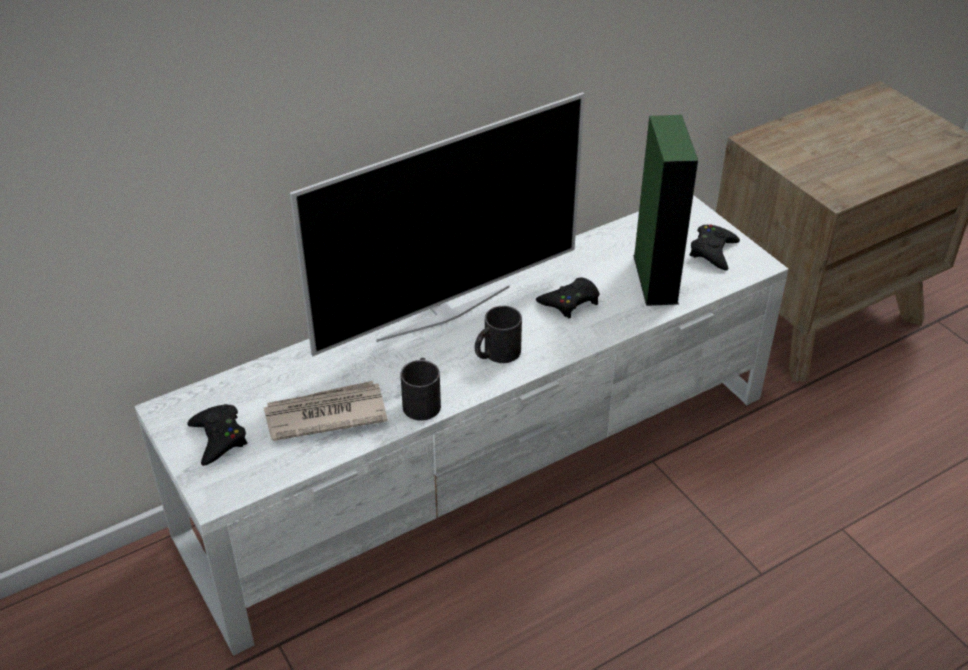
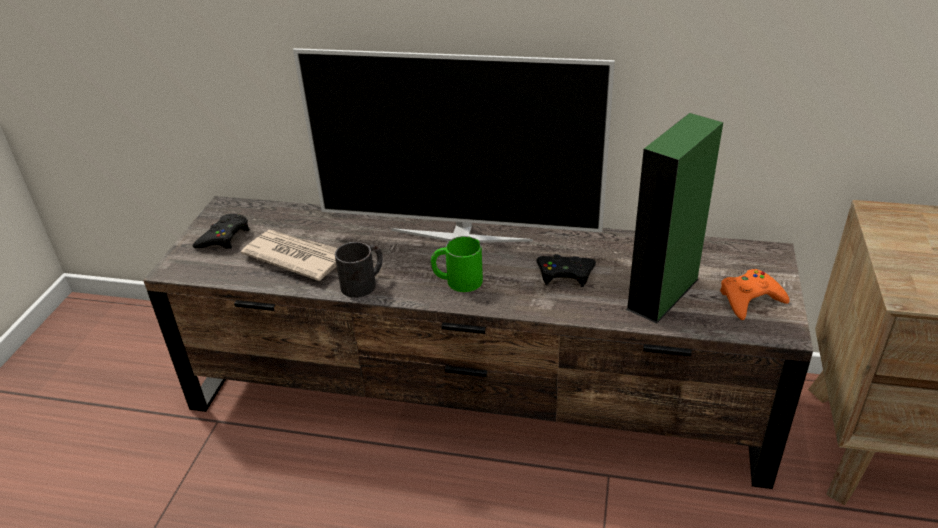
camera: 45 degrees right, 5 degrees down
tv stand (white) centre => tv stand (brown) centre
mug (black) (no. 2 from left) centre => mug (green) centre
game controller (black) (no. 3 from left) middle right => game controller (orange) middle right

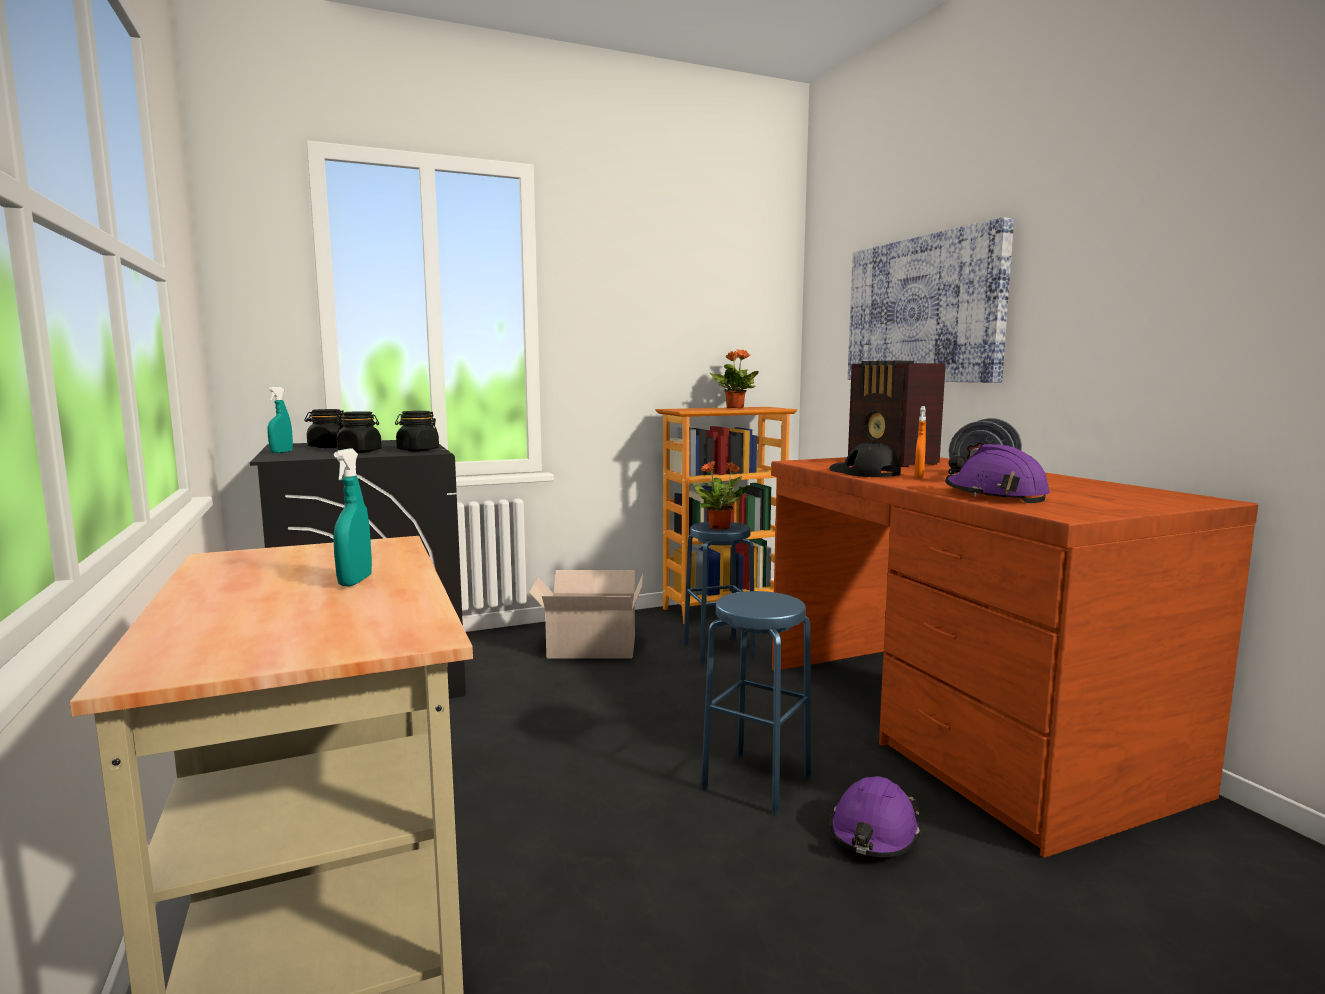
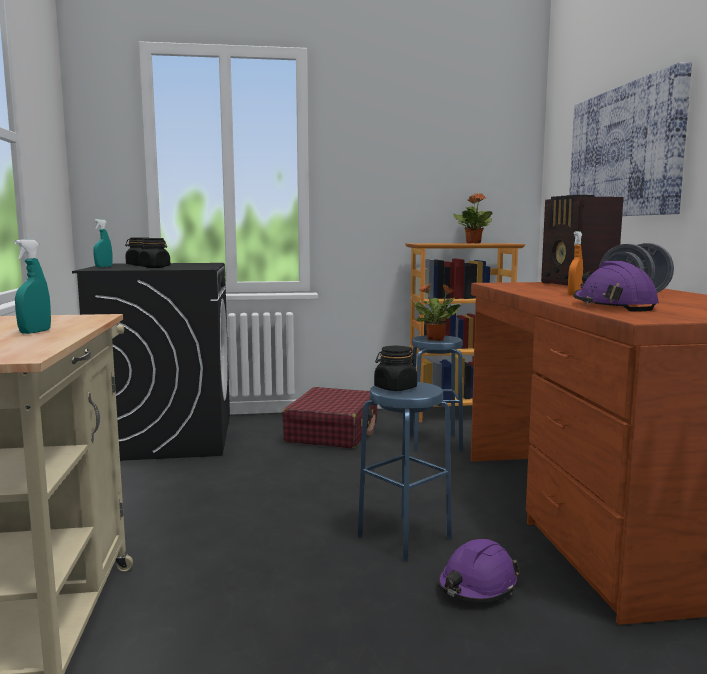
camera: 15 degrees right, 0 degrees up
jar (black) (no. 3 from left) middle left => jar (black) (no. 3 from left) centre, relocated
cardboard box centre => suitcase (red) centre
cap (black) centre => nothing

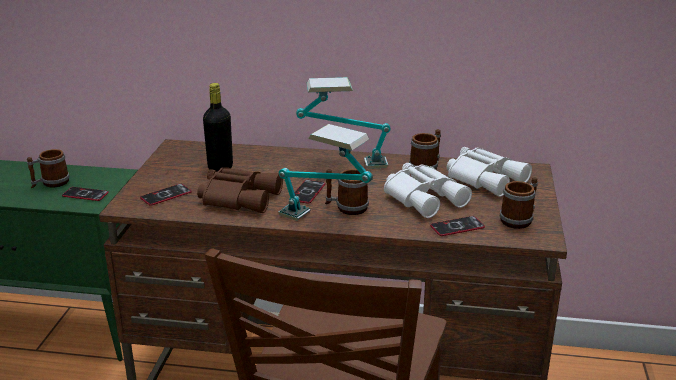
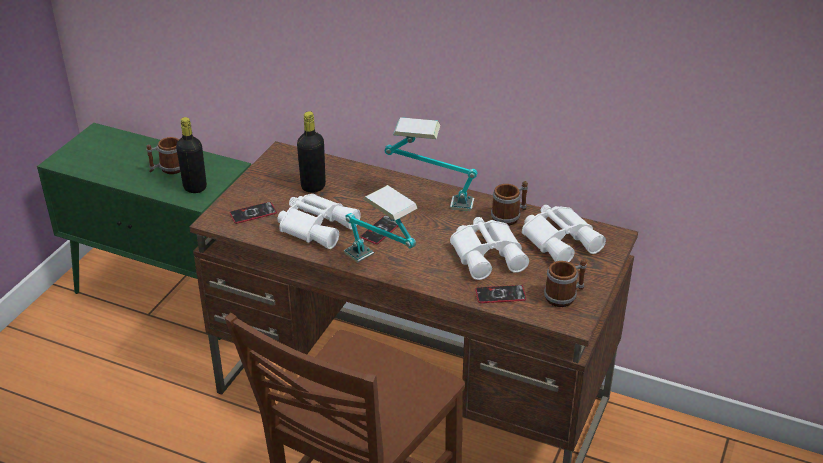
camera: 15 degrees right, 10 degrees up
phone (no. 1 from left) middle left => bottle (black) (no. 1 from left) middle left
binoculars (brown) centre => binoculars (white) (no. 1 from left) centre
mug (no. 2 from left) centre => nothing

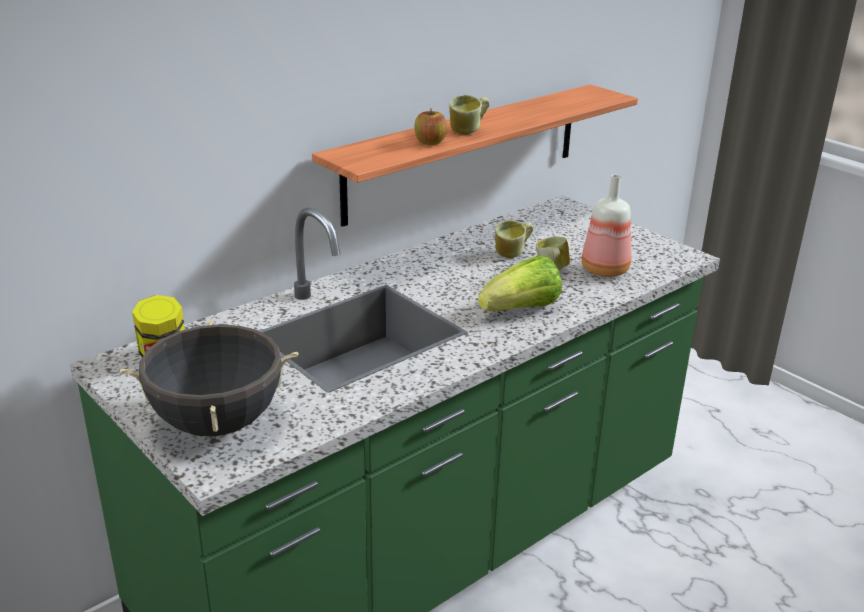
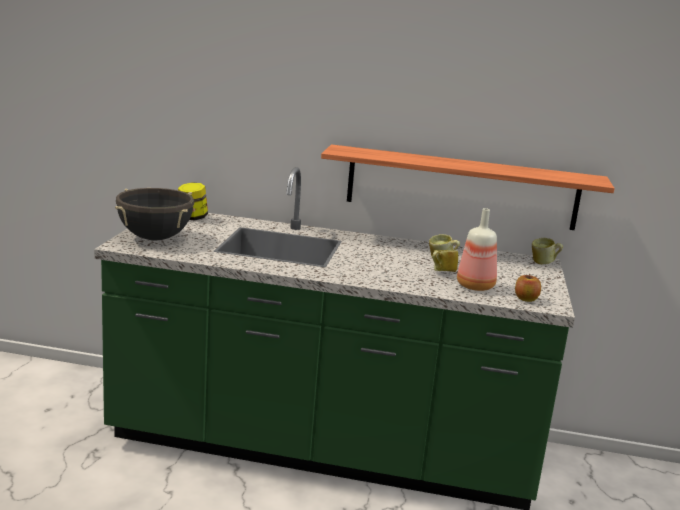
camera: 50 degrees right, 10 degrees down
apple top centre => apple middle right, relocated
mug (no. 1 from left in the first image) top centre => mug (no. 3 from left) middle right, relocated
lettuce centre => nothing

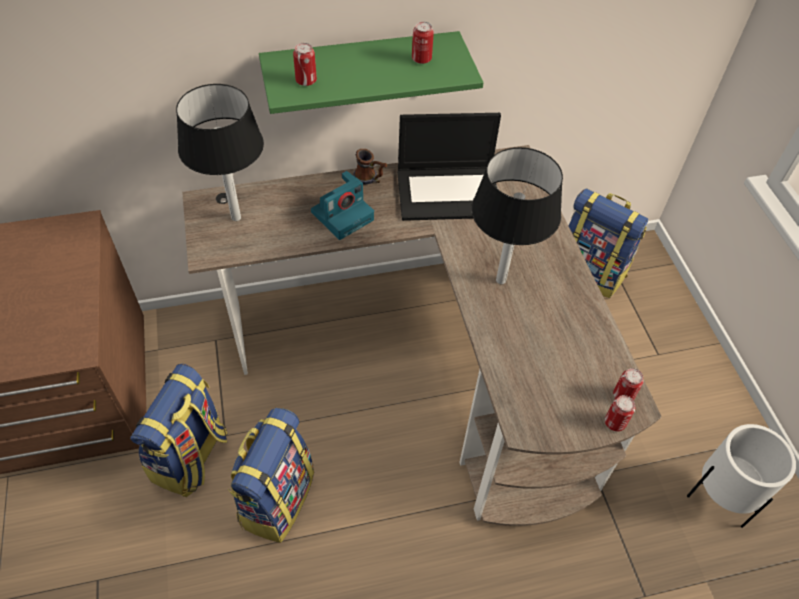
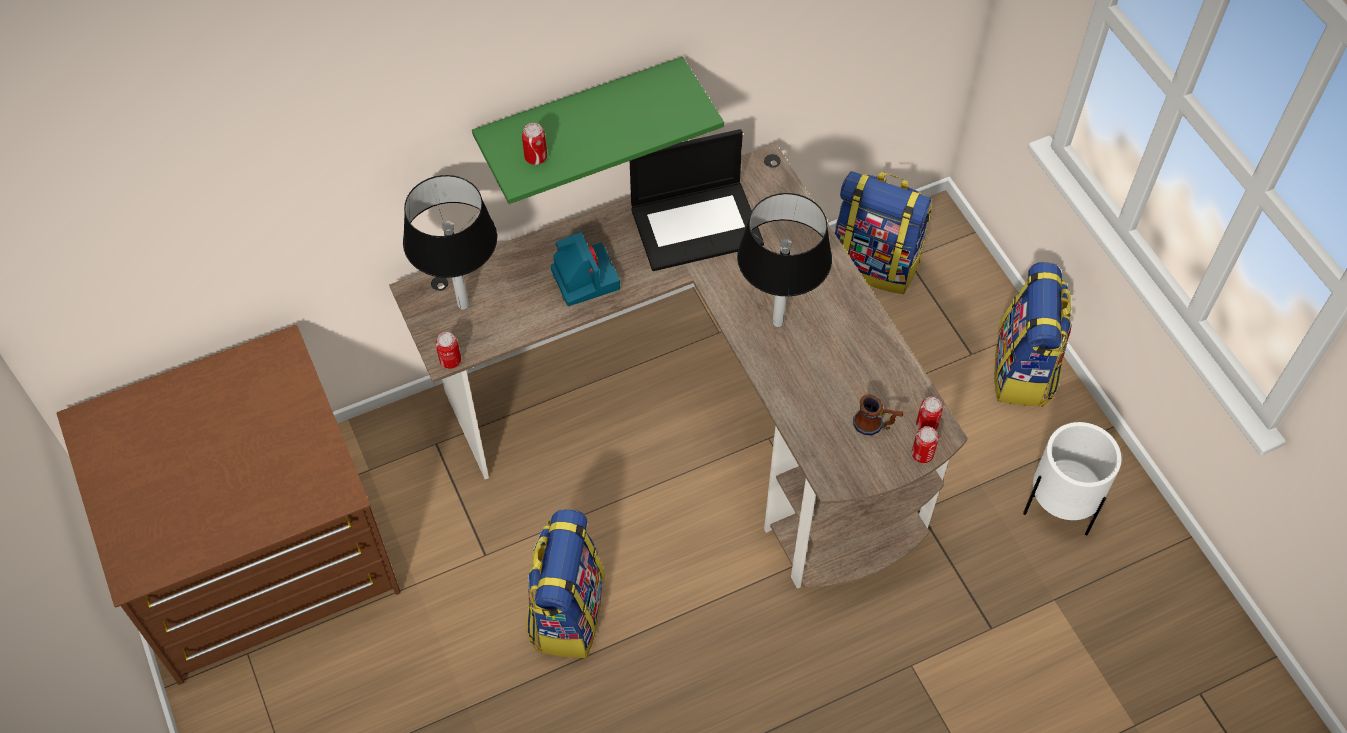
camera: 10 degrees left, 5 degrees up
backpack (no. 1 from left in the first image) bottom left => backpack (no. 3 from left) middle right, relocated
photo camera centre, 60 degrees counterclockwise
mug top centre => mug centre, relocated
can (no. 2 from left in the first image) top centre => can (no. 1 from left) middle left, relocated

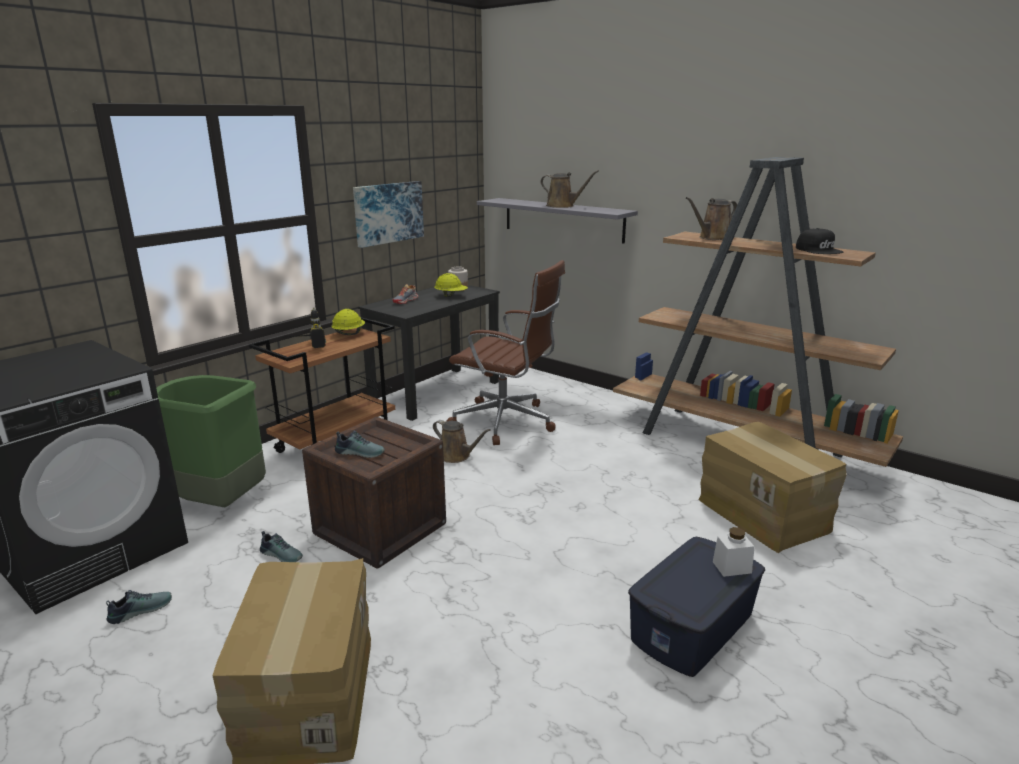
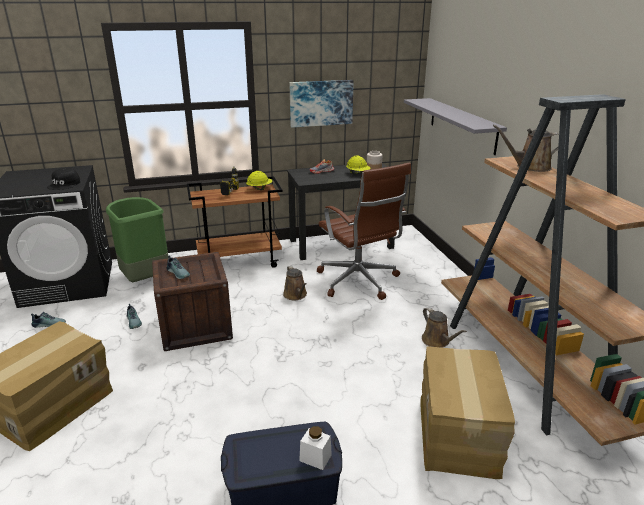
camera: 35 degrees right, 5 degrees up
watering can (brown) (no. 2 from left) top centre => watering can (brown) (no. 2 from left) middle right, relocated
cap (black) top right => cap (black) middle left, relocated

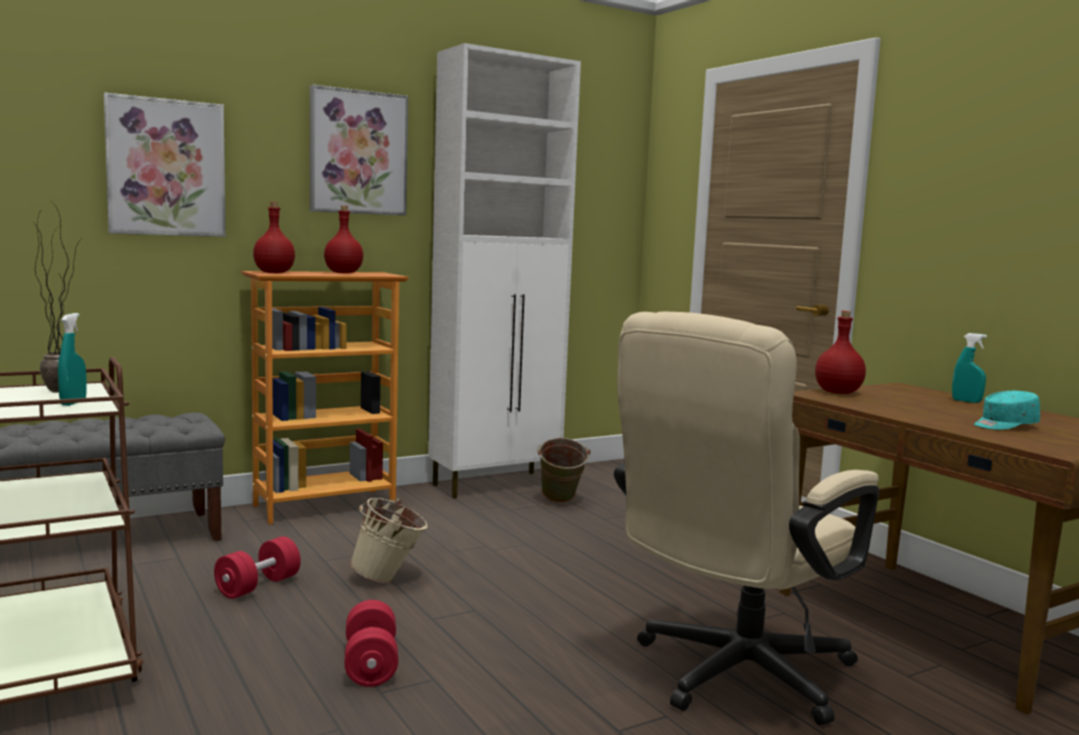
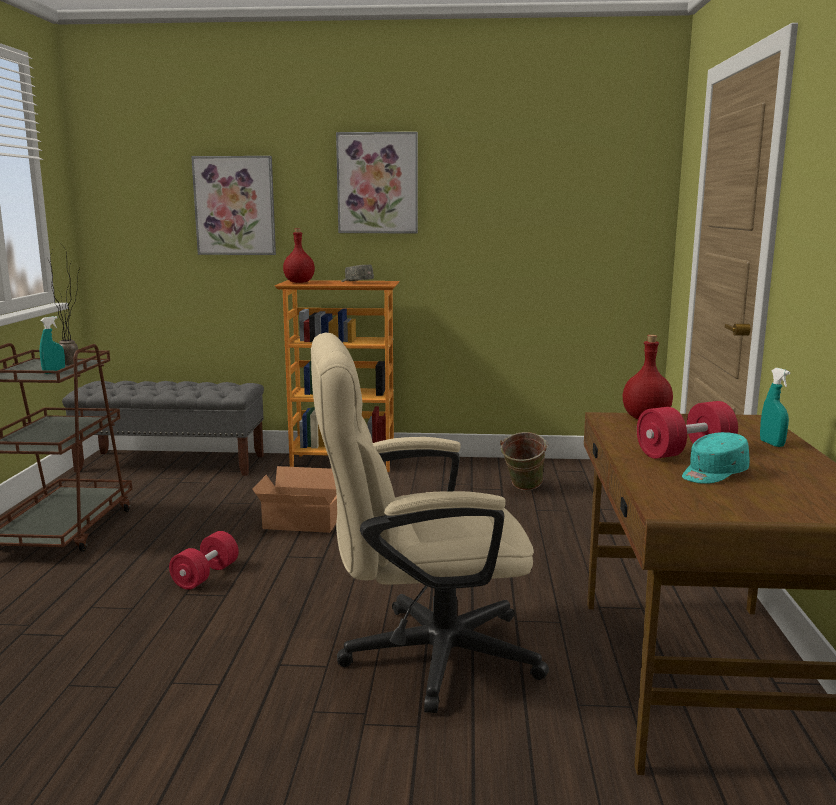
camera: 35 degrees right, 5 degrees up
dumbbell (red) (no. 1 from left in the first image) bottom left => dumbbell (red) (no. 2 from left) middle right, relocated
bottle (red) (no. 2 from left) top left => cap (grey) centre
bucket (beige) bottom centre => cardboard box centre
cabinet (white) centre => nothing
cap (turquoise) middle right, 45 degrees counterclockwise

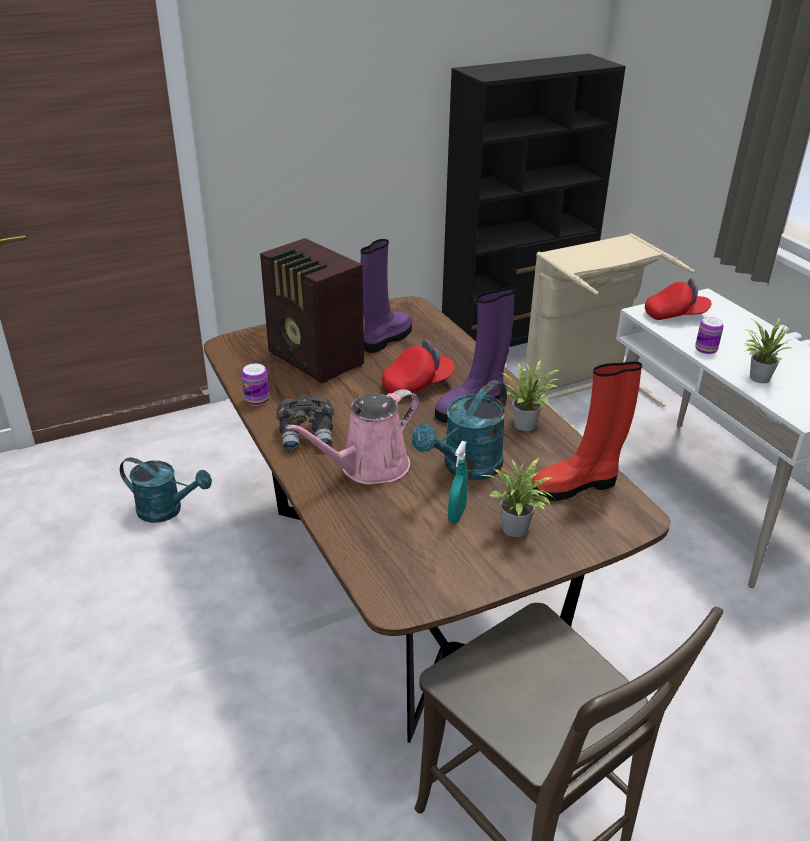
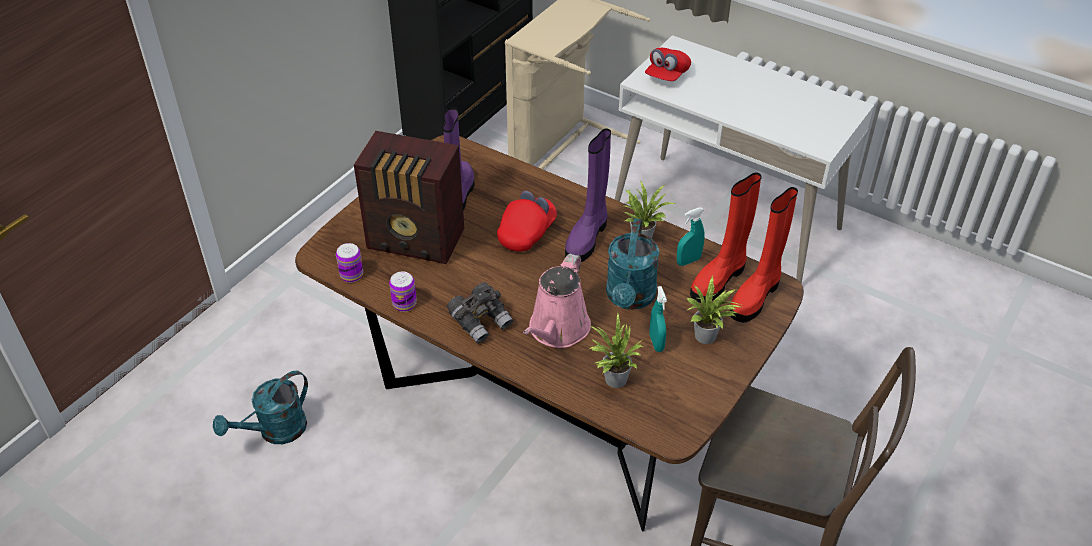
camera: 30 degrees left, 10 degrees up
watering can (turquoise) (no. 1 from left) middle left => watering can (turquoise) (no. 1 from left) bottom left, 150 degrees clockwise
cap (red) (no. 2 from left) middle right => cap (red) (no. 2 from left) top centre, 150 degrees clockwise
can (no. 2 from left in the first image) middle right => can (no. 1 from left) middle left, relocated
potted plant (no. 3 from left in the first image) middle right => potted plant (no. 1 from left) centre, relocated
nothing => spray bottle (turquoise) (no. 2 from left) centre
nothing => boot (red) (no. 2 from left) middle right

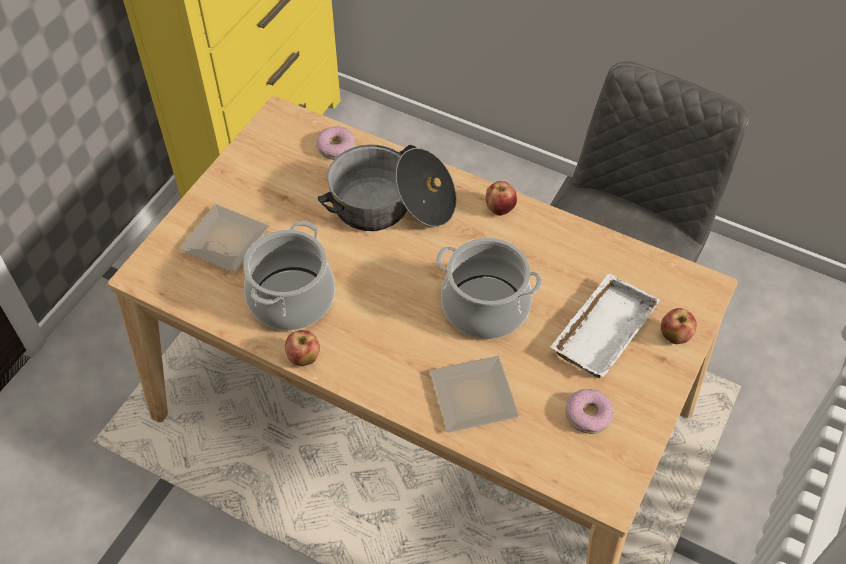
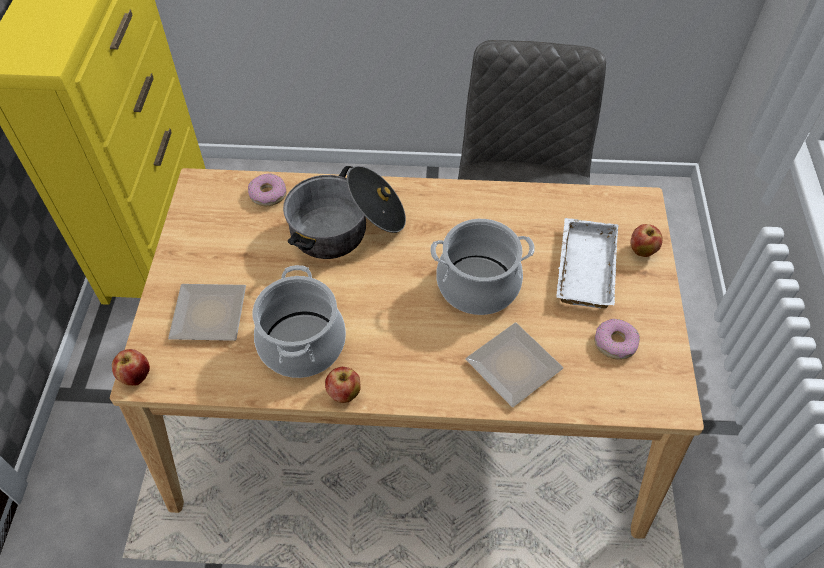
camera: 25 degrees left, 0 degrees up
apple (no. 2 from left in the first image) centre => apple (no. 1 from left) middle left, relocated

